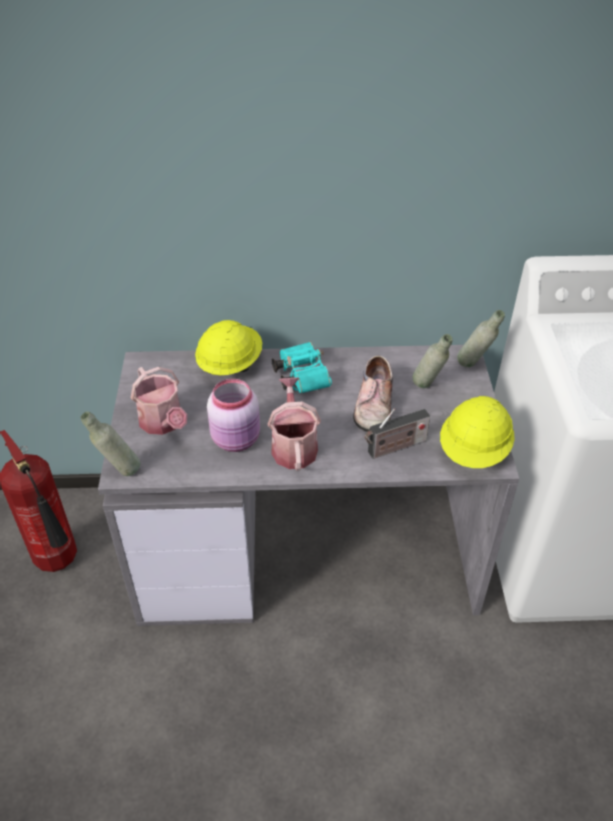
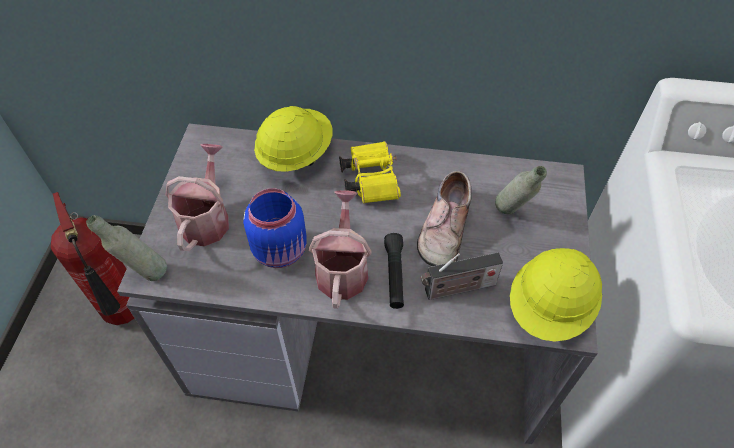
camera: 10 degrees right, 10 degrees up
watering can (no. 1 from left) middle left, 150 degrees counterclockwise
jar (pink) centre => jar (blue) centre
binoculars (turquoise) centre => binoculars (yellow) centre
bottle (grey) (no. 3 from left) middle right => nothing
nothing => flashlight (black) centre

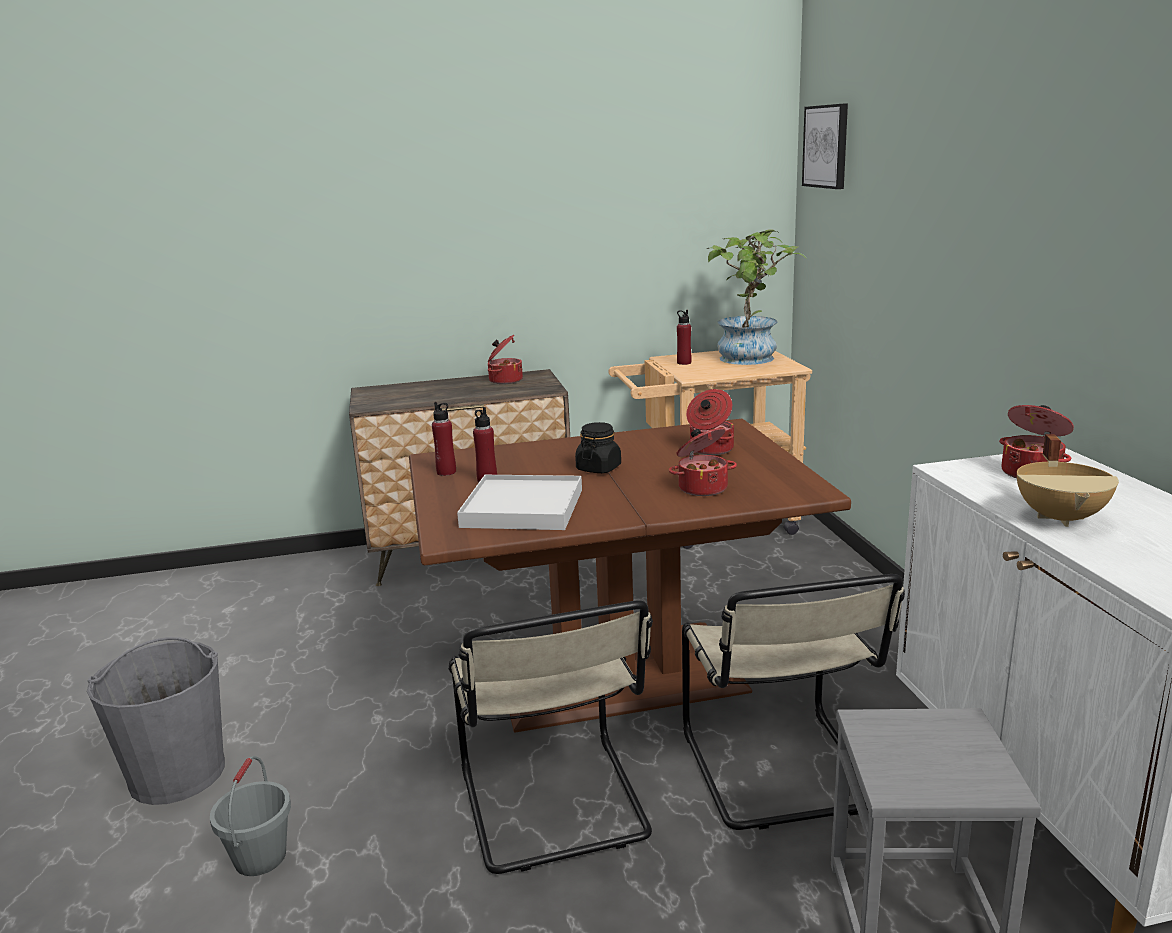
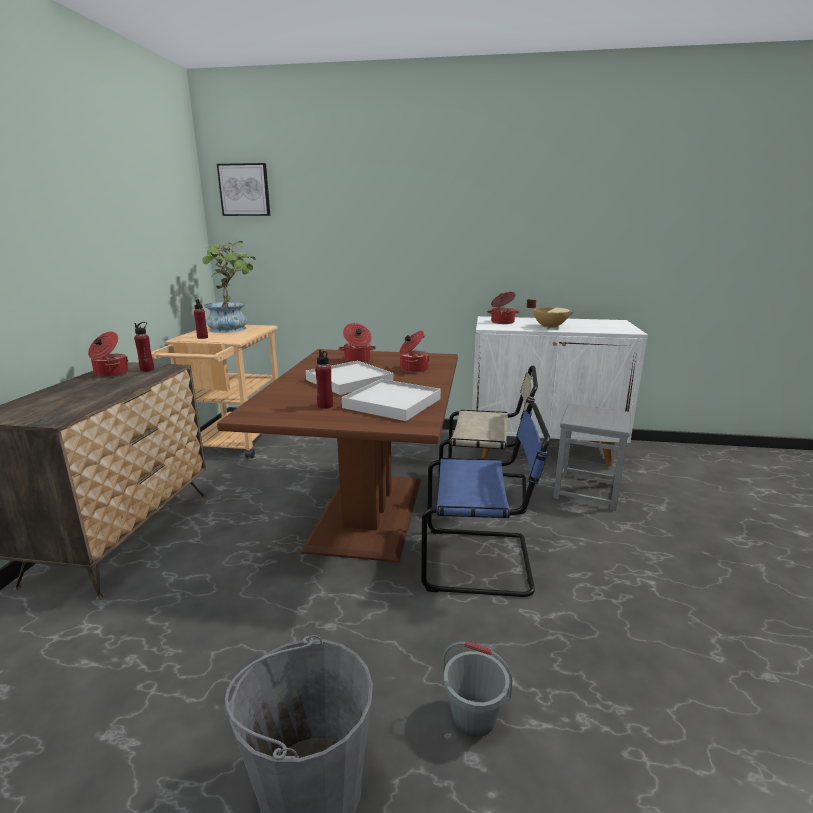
camera: 70 degrees left, 0 degrees up
bottle (red) (no. 1 from left) centre => bottle (red) (no. 1 from left) middle left, relocated
chair (beige) (no. 1 from left) bottom centre => chair (blue) centre
jar (black) centre => tray (white) (no. 1 from left) centre

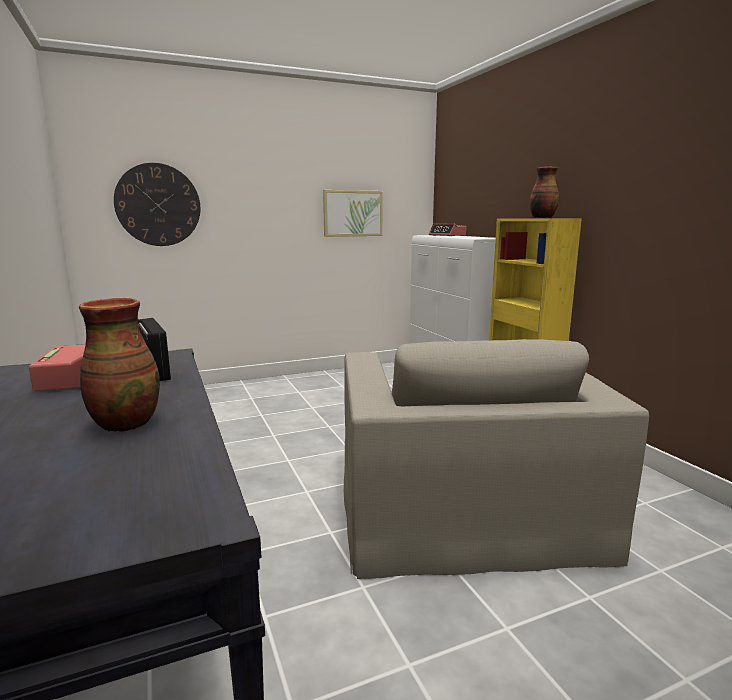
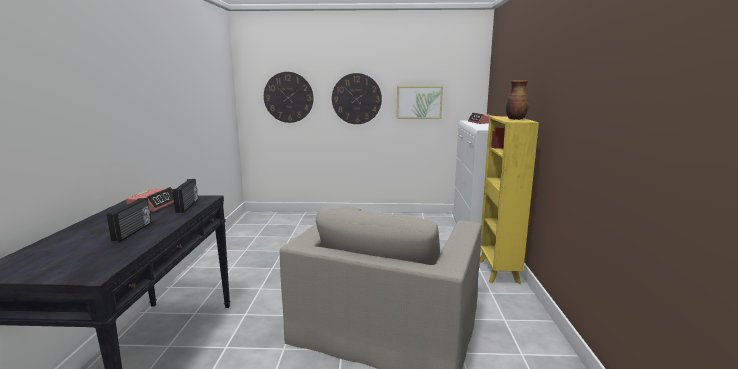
camera: 25 degrees right, 0 degrees up
vase (no. 1 from left) middle left => radio (no. 1 from left) middle left
nothing => wall clock (no. 2 from left) top centre

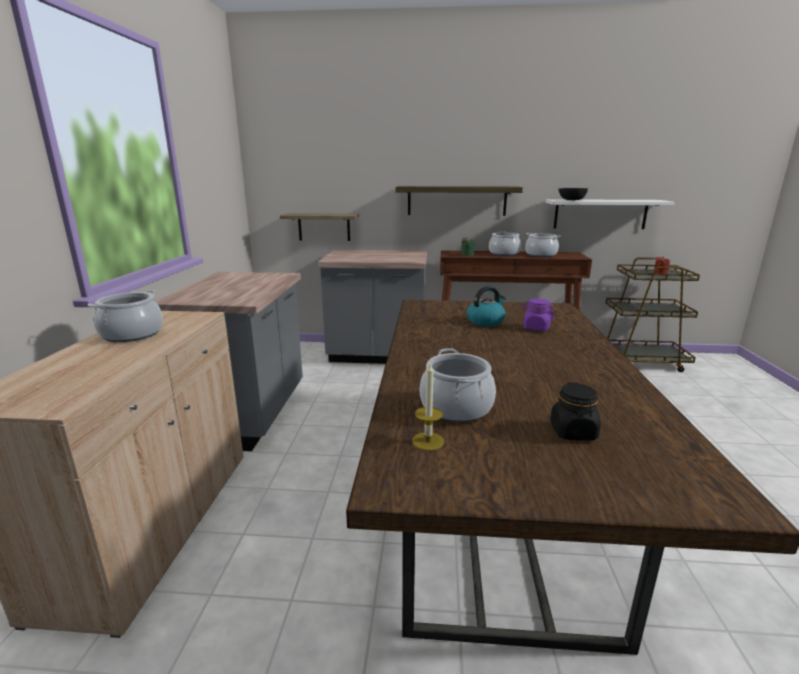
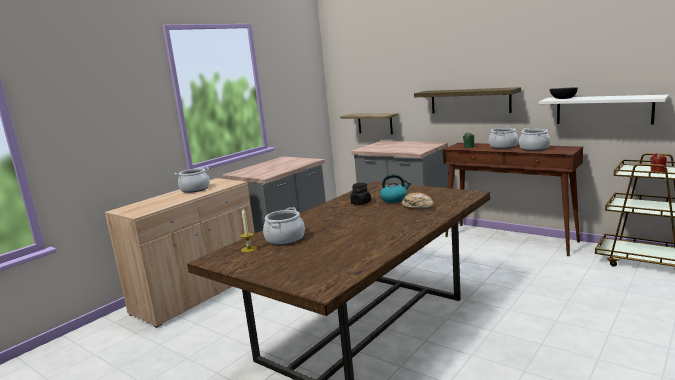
camera: 35 degrees right, 5 degrees down
jar (purple) middle right => bread centre
jar (black) middle right => jar (black) centre, relocated

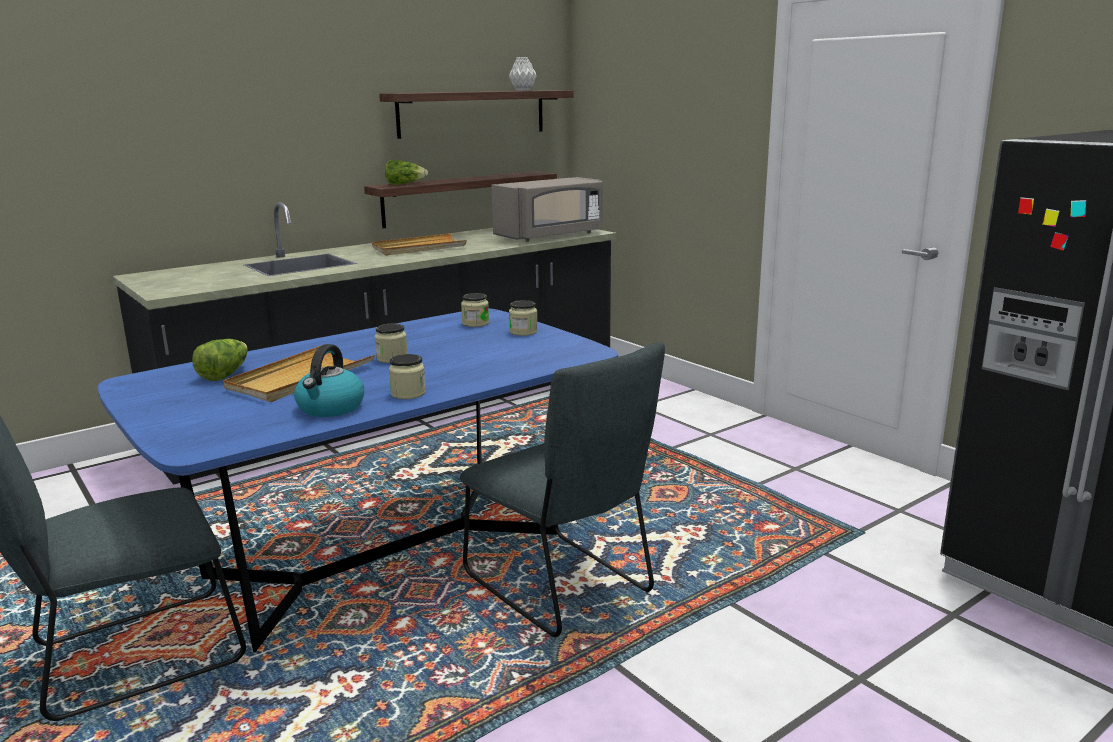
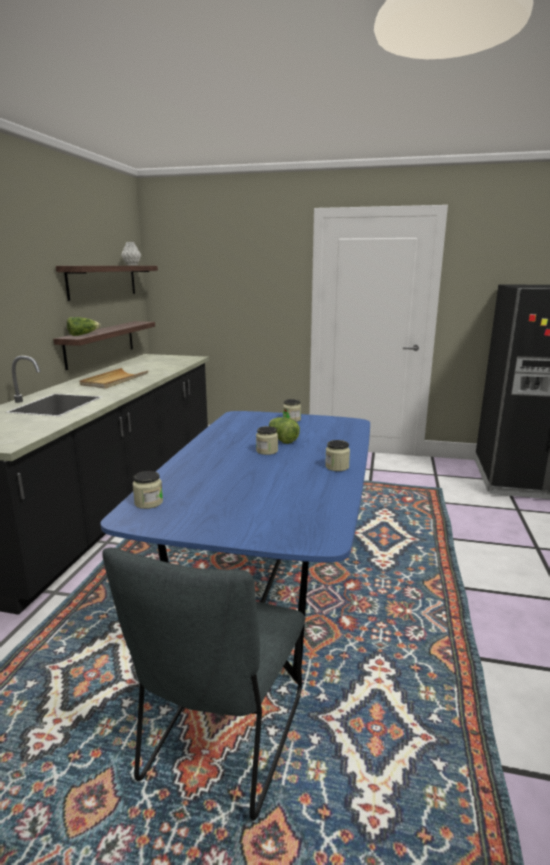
camera: 40 degrees left, 0 degrees up
lettuce (no. 1 from left in the first image) middle left => lettuce (no. 2 from left) centre, relocated
tray (beige) (no. 1 from left) middle left => nothing
kettle middle left => nothing
chair (grey) (no. 2 from left) centre => nothing
jar (no. 3 from left in the first image) centre => jar (no. 1 from left) middle left, relocated
microwave (grey) top centre => nothing

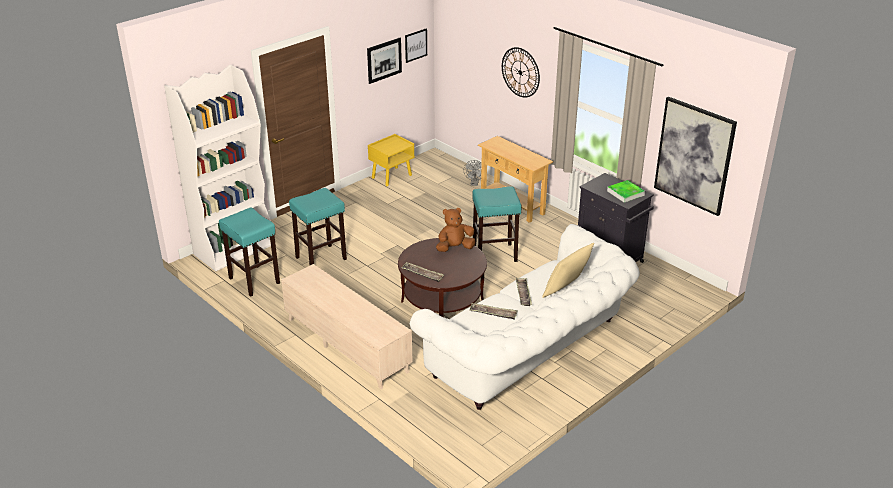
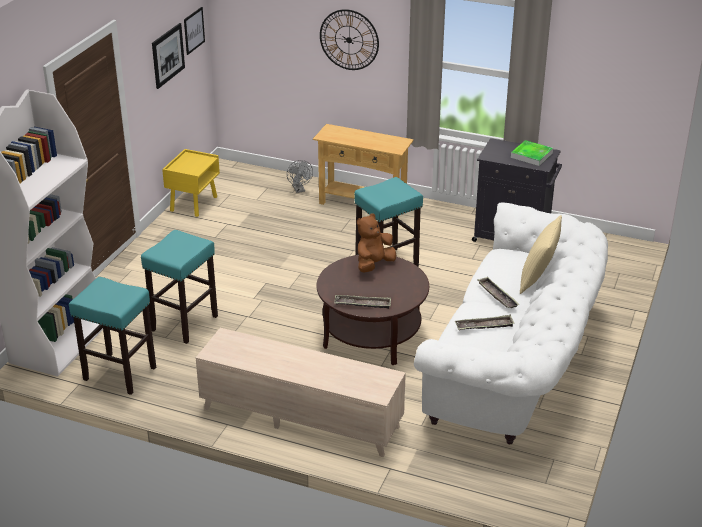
camera: 25 degrees left, 0 degrees up
picture (no. 3 from left) top right => nothing

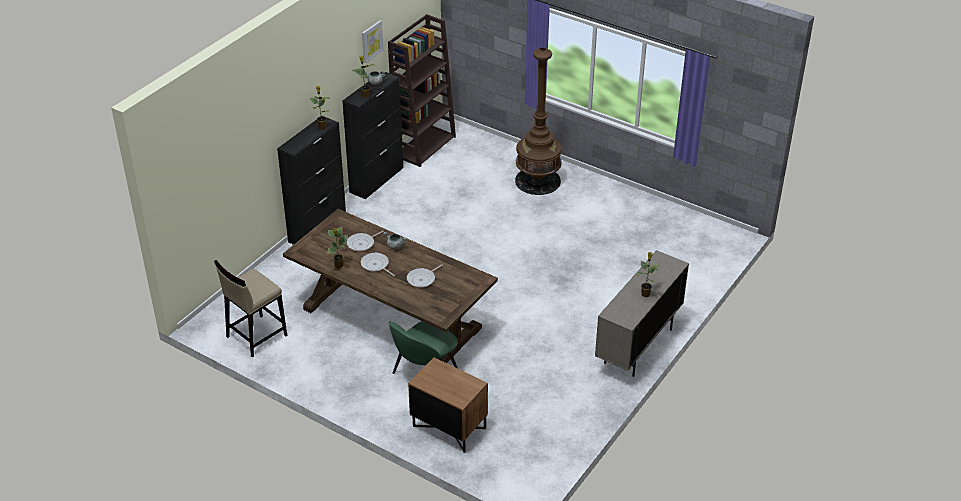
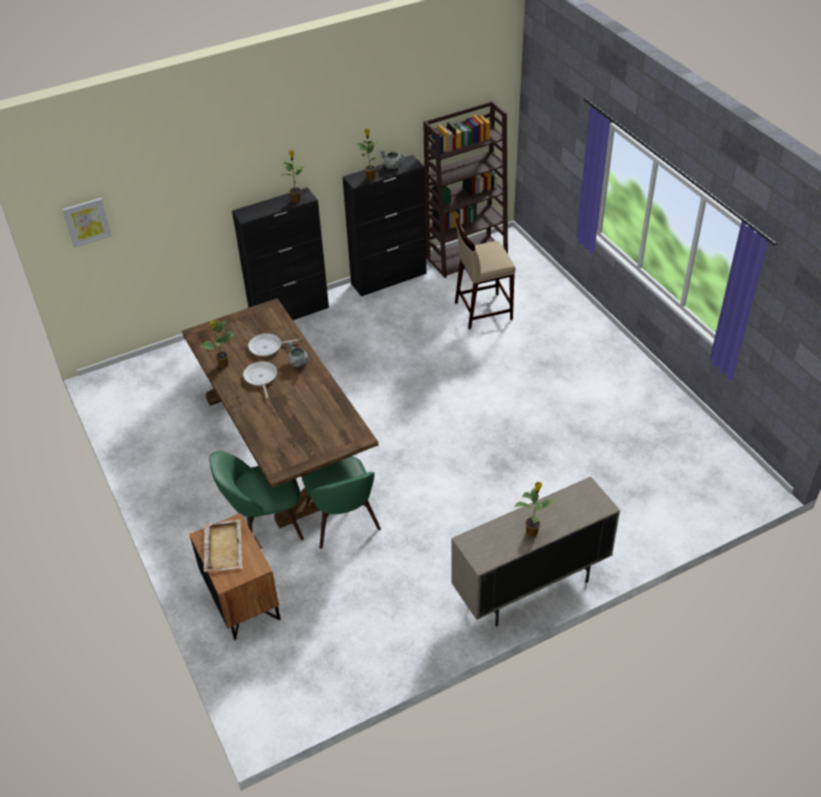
camera: 30 degrees right, 5 degrees up
stool (beige) middle left => stool (beige) centre, relocated
picture top centre => picture top left, relocated
frying pan (no. 3 from left) centre => nothing
floor lamp (brown) top centre => nothing
nothing => tray (beige) bottom left
nothing => chair (green) (no. 2 from left) centre

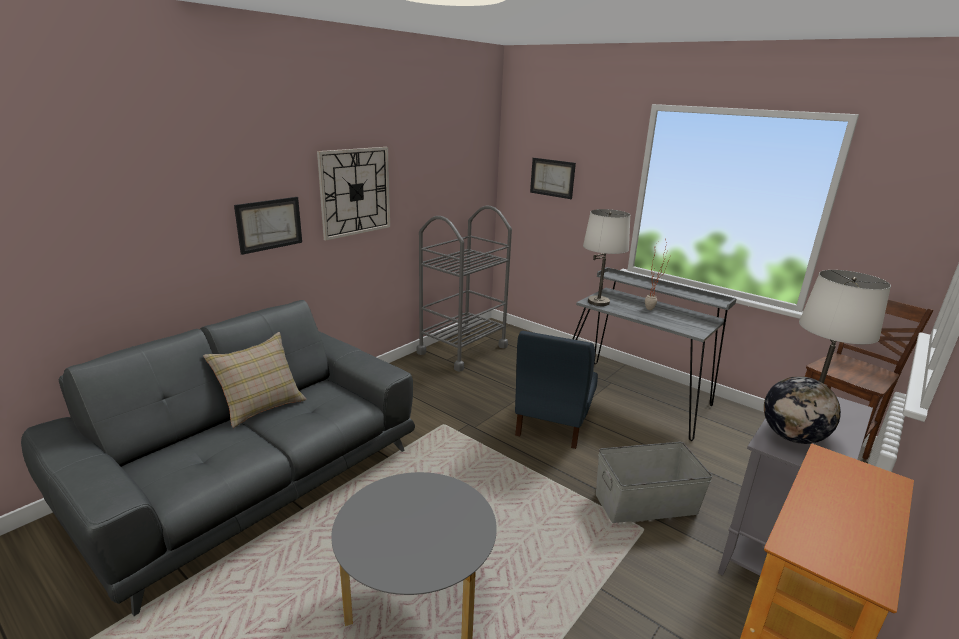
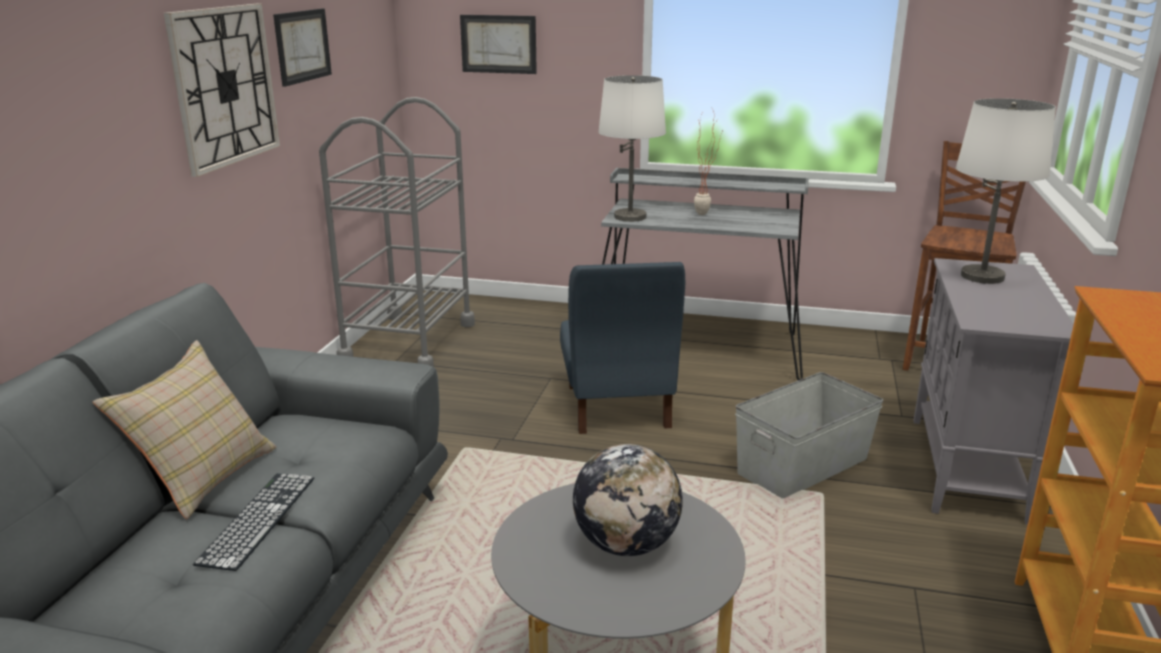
camera: 25 degrees left, 0 degrees up
picture (no. 1 from left) middle left => picture (no. 1 from left) top left, relocated
globe middle right => globe bottom centre, relocated
nothing => keyboard bottom left

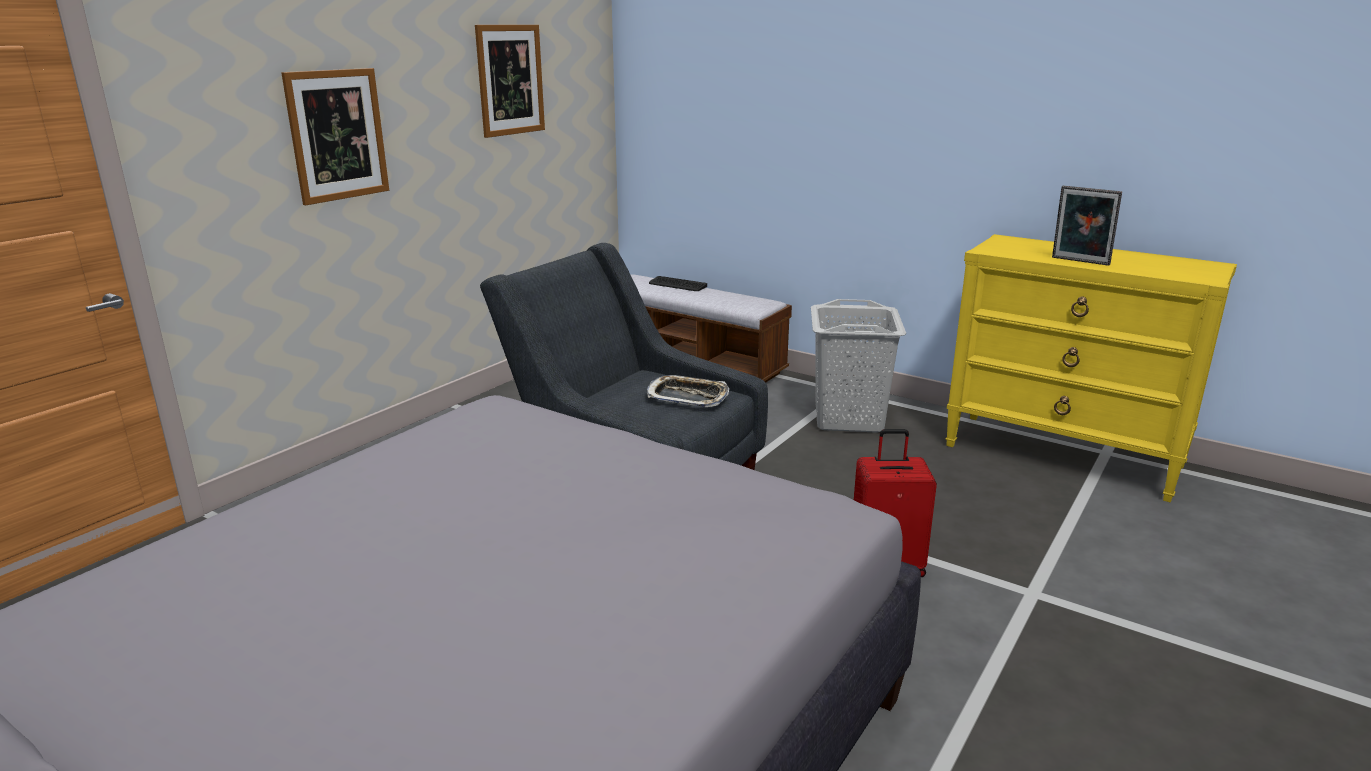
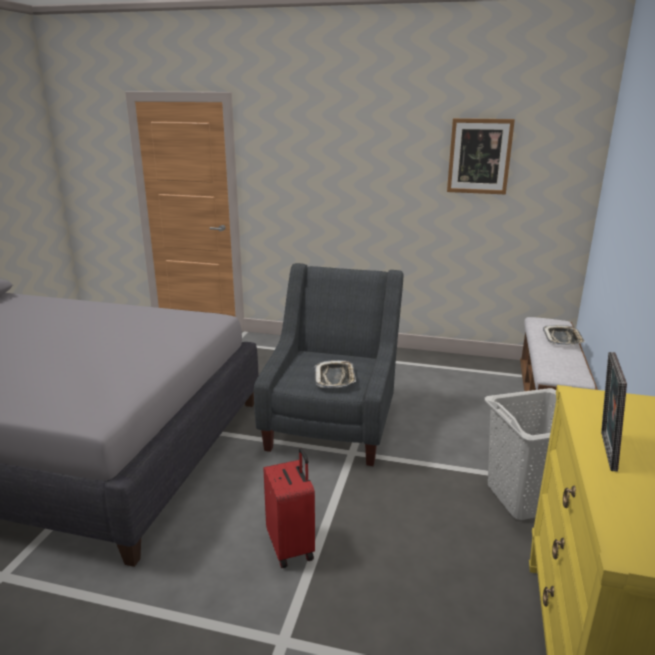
camera: 70 degrees right, 0 degrees up
picture (no. 1 from left) top left => nothing
keyboard centre => tray (no. 2 from left) middle right

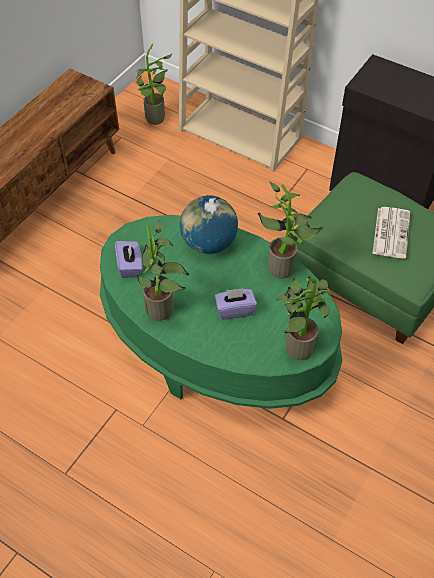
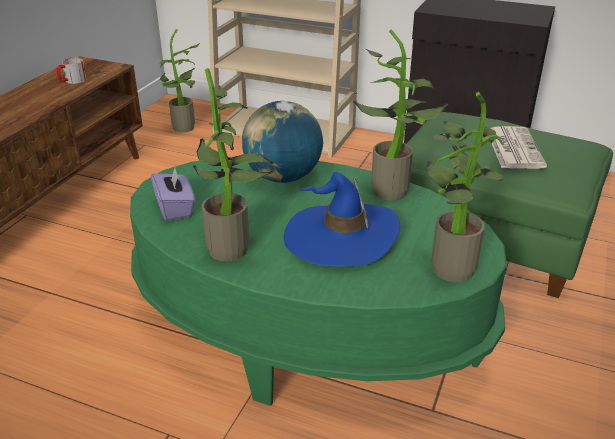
camera: 10 degrees left, 20 degrees down
tissue box (purple) (no. 2 from left) centre => hat (blue) centre
nothing => mug top left

